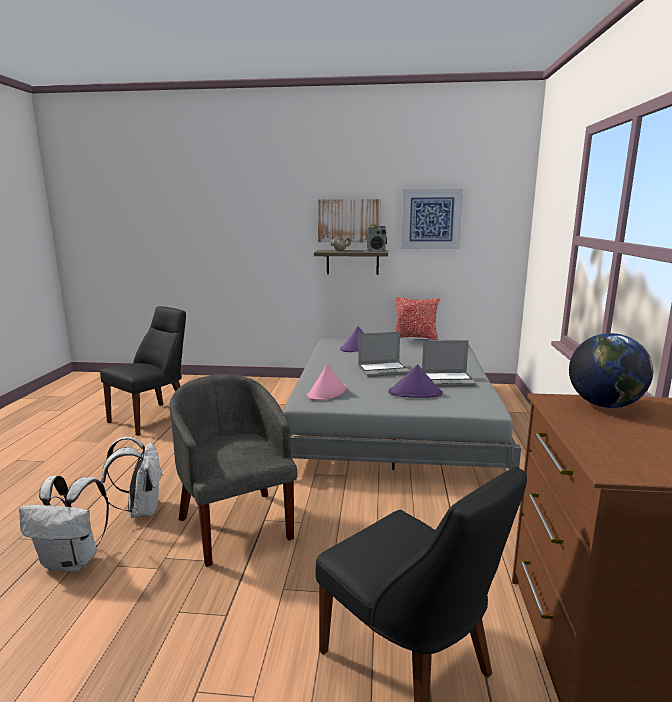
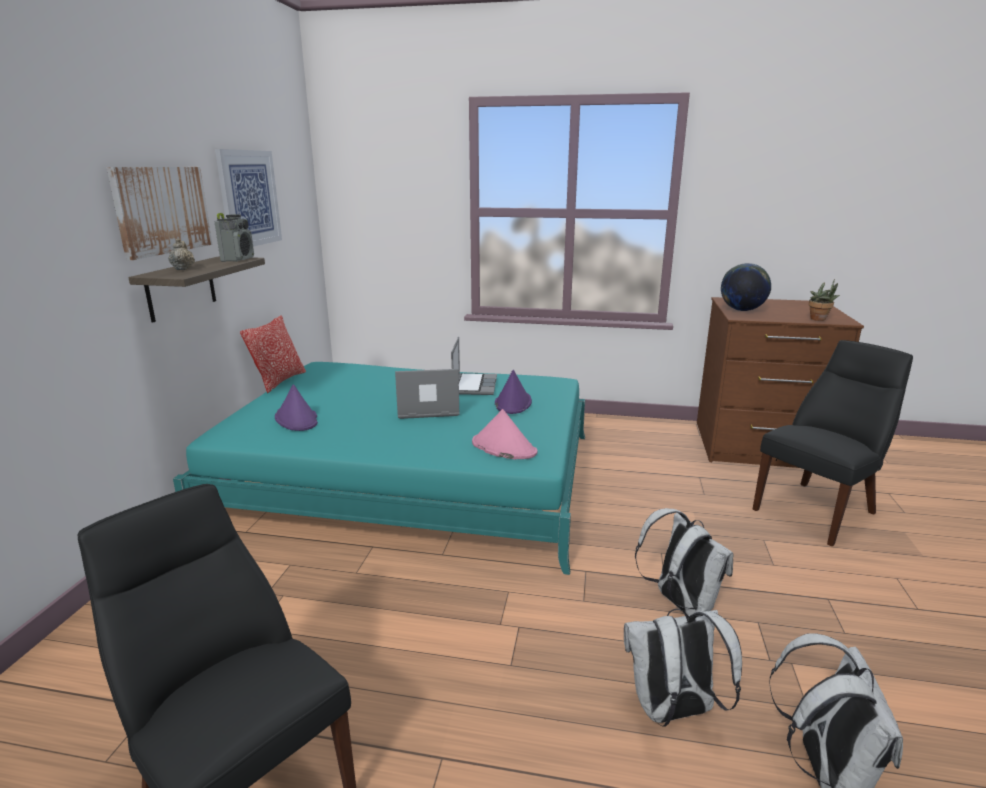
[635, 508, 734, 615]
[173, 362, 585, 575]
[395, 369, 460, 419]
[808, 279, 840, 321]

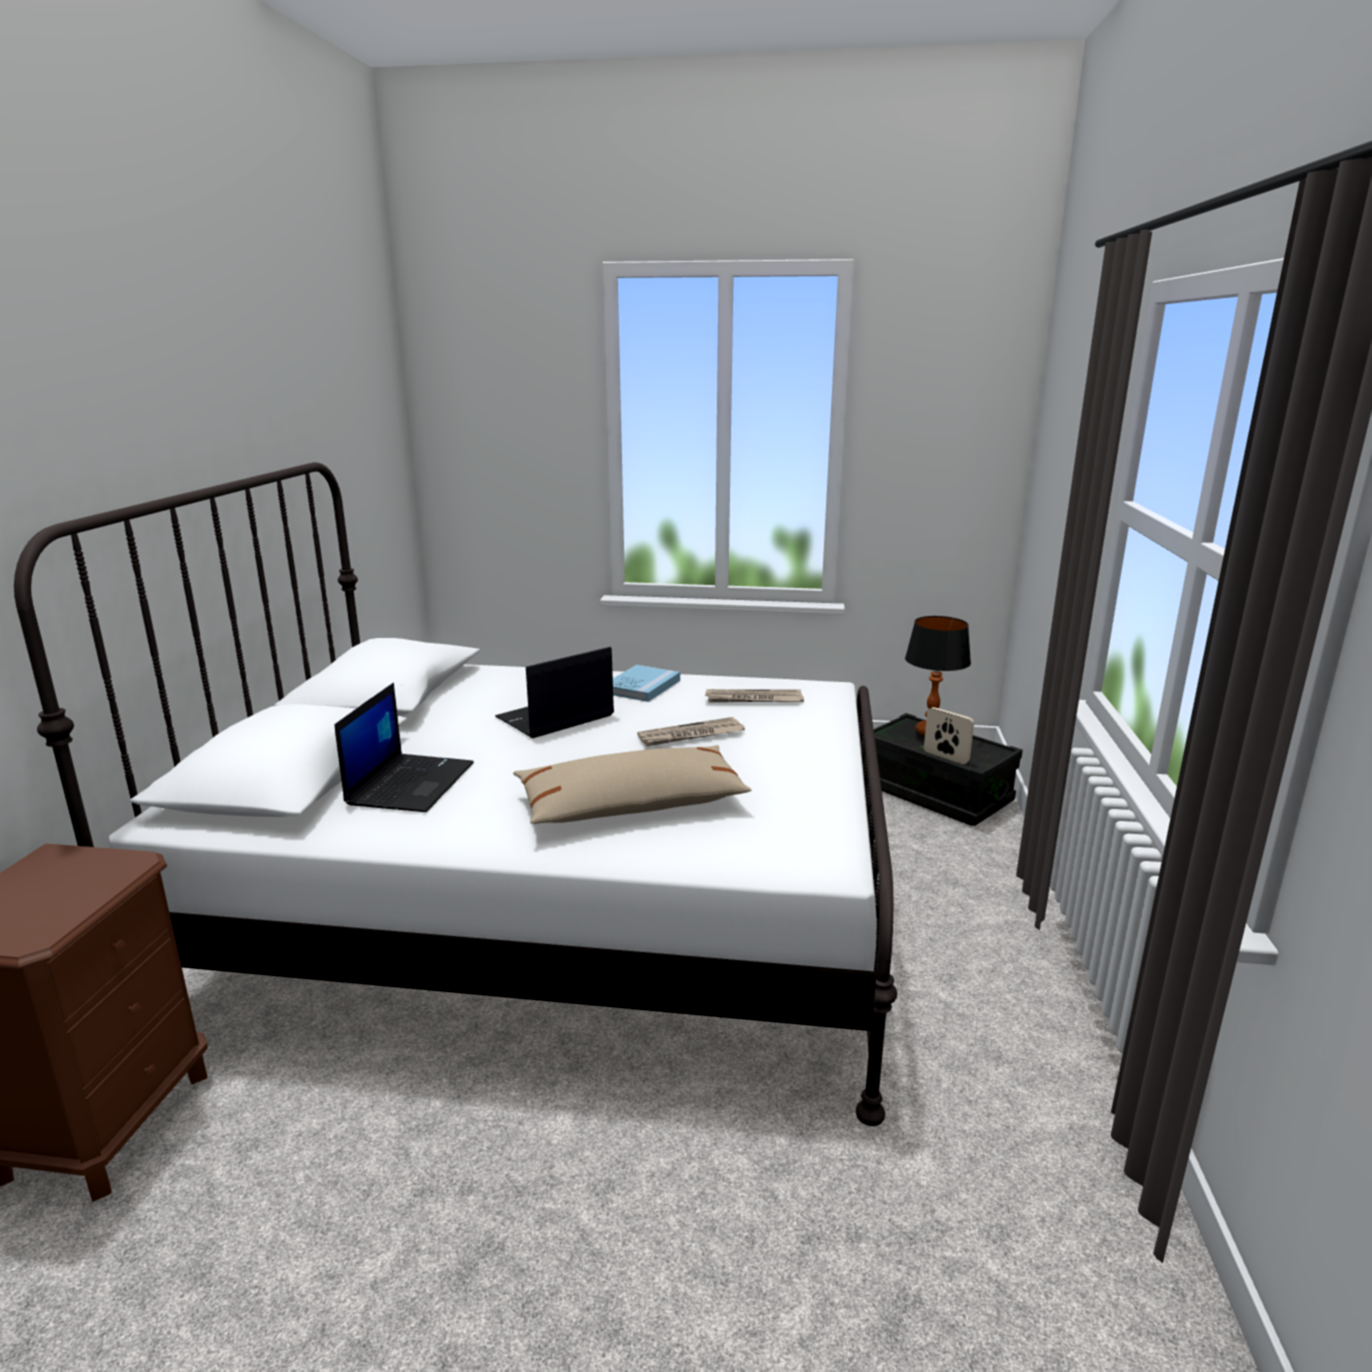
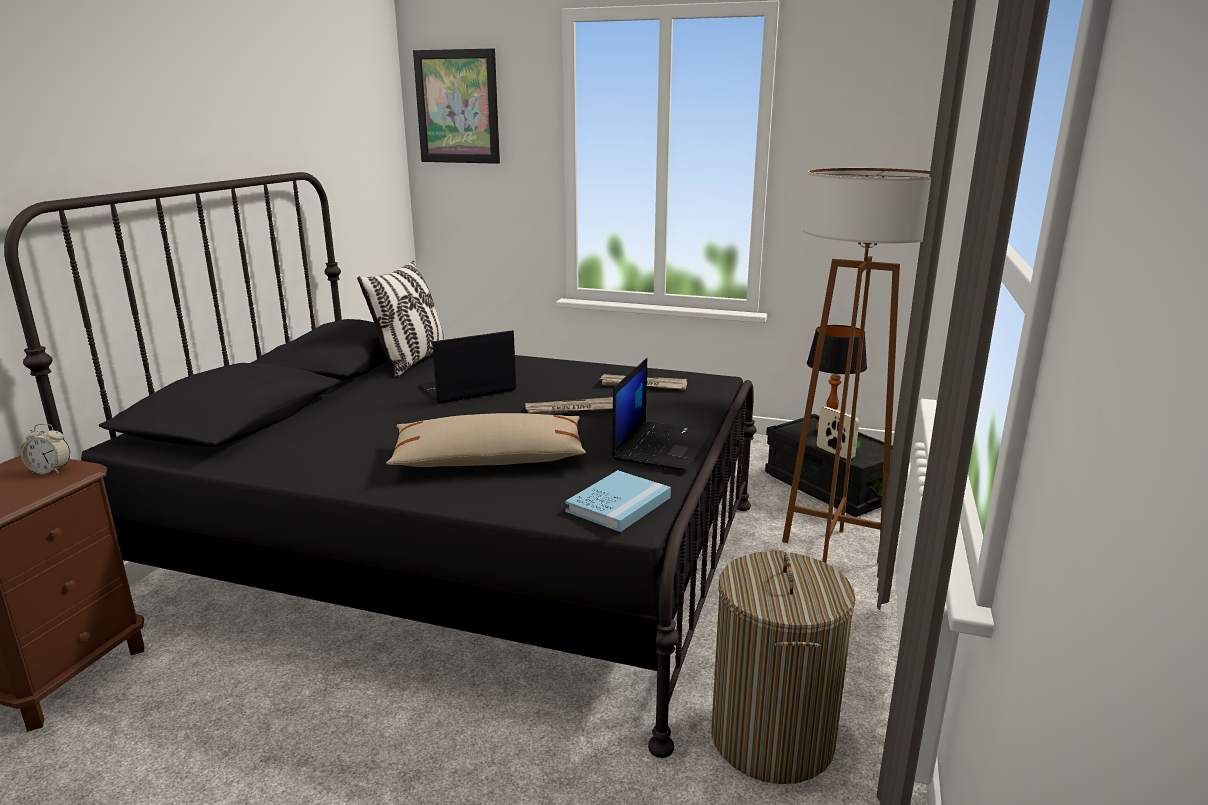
[4, 172, 757, 758]
[612, 358, 711, 470]
[565, 470, 671, 532]
[21, 423, 70, 474]
[357, 261, 445, 377]
[413, 48, 500, 164]
[711, 550, 856, 784]
[782, 168, 931, 563]

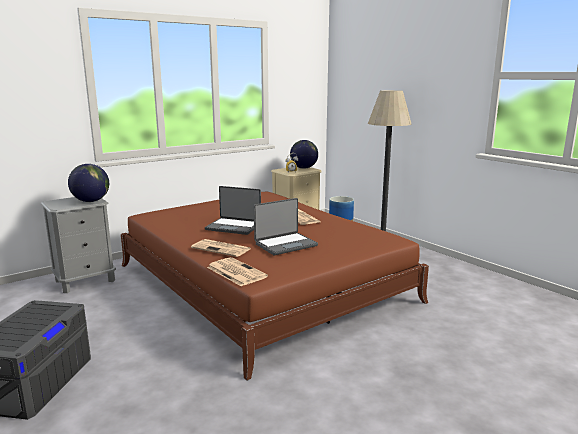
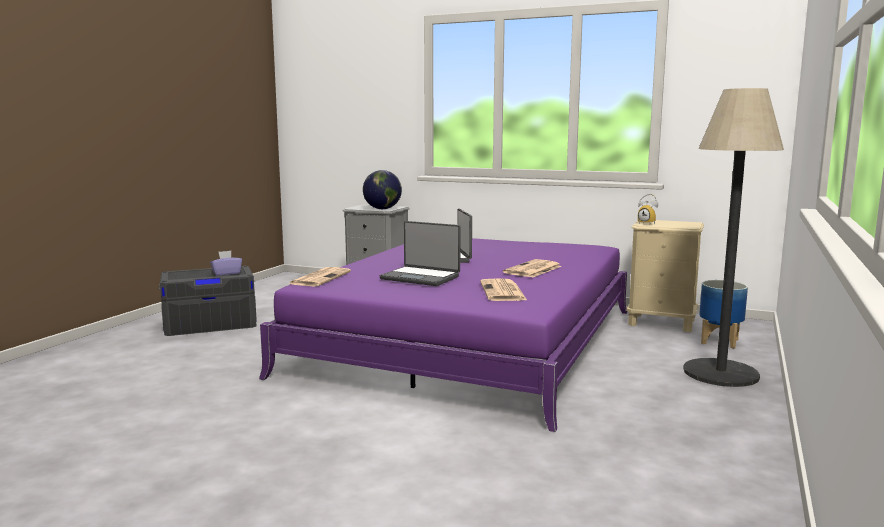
[259, 238, 627, 432]
[480, 278, 528, 301]
[290, 140, 318, 169] (first image)
[210, 251, 242, 276]

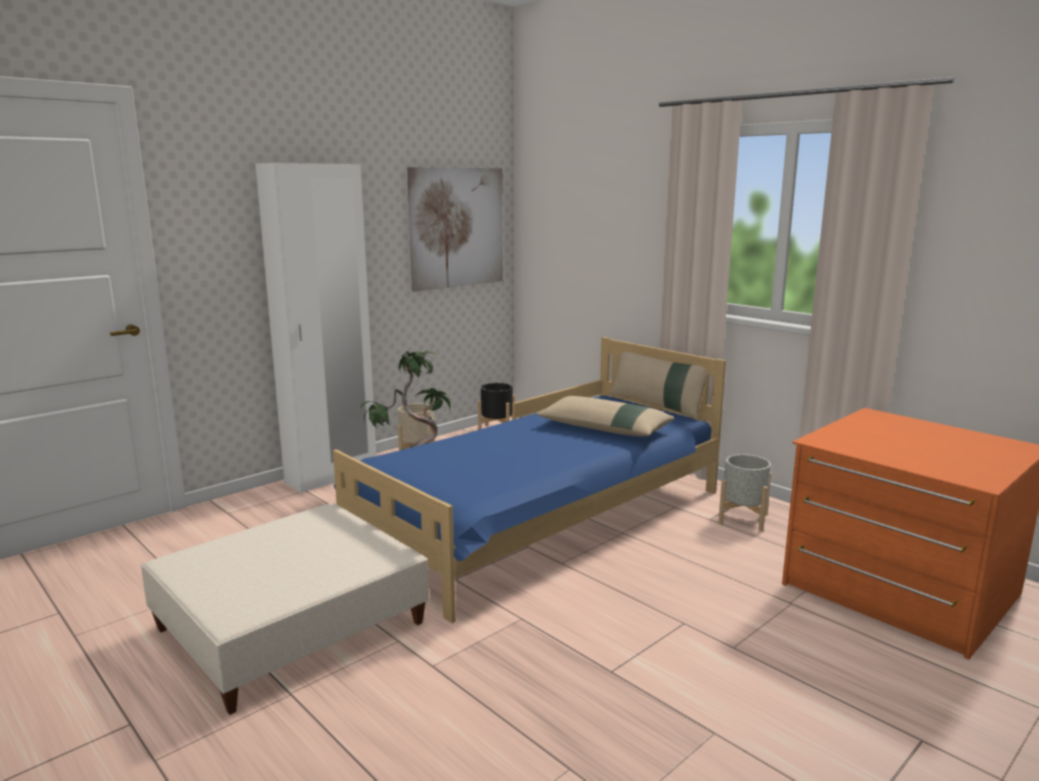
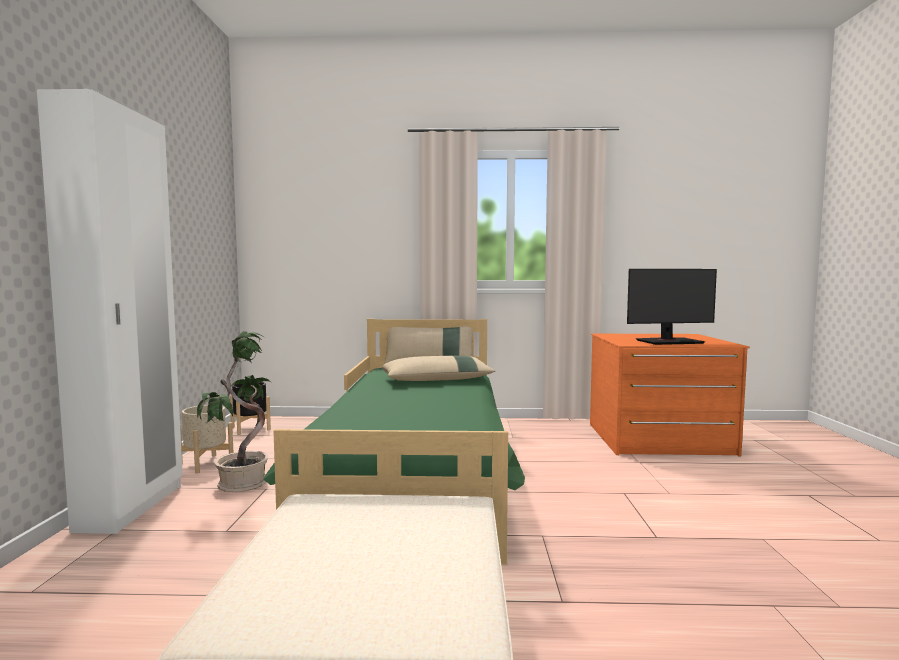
[263, 319, 525, 564]
[407, 167, 503, 292] (first image)
[718, 454, 772, 531] (first image)
[627, 269, 717, 345]

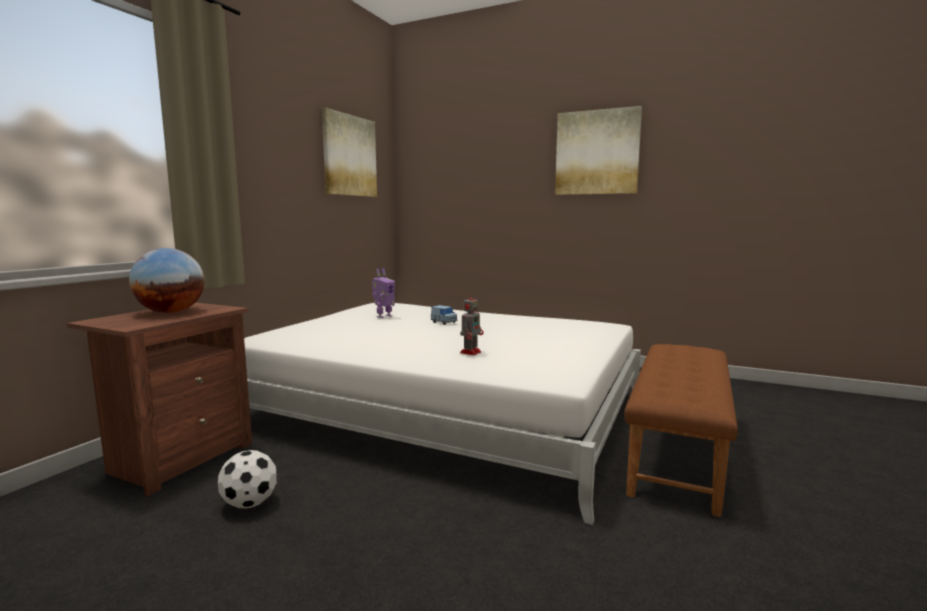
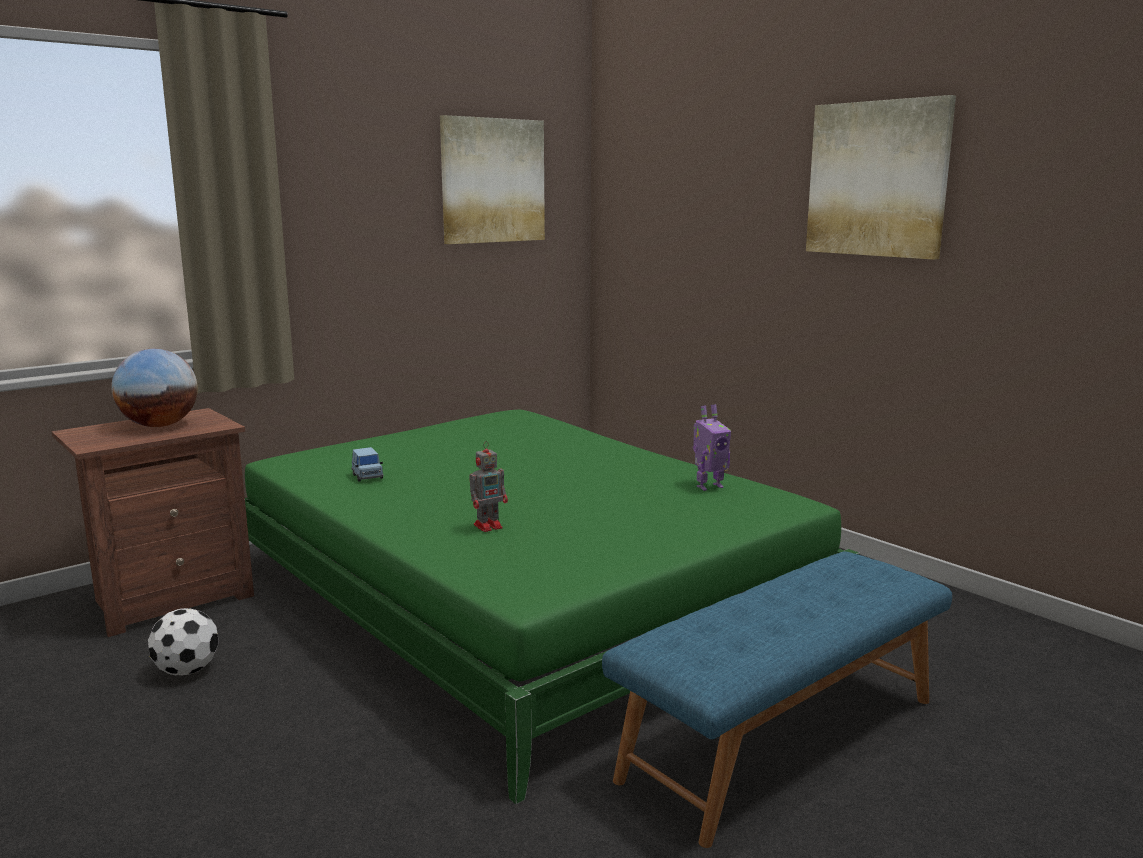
[245, 410, 860, 804]
[693, 404, 731, 491]
[351, 447, 384, 481]
[602, 552, 952, 848]

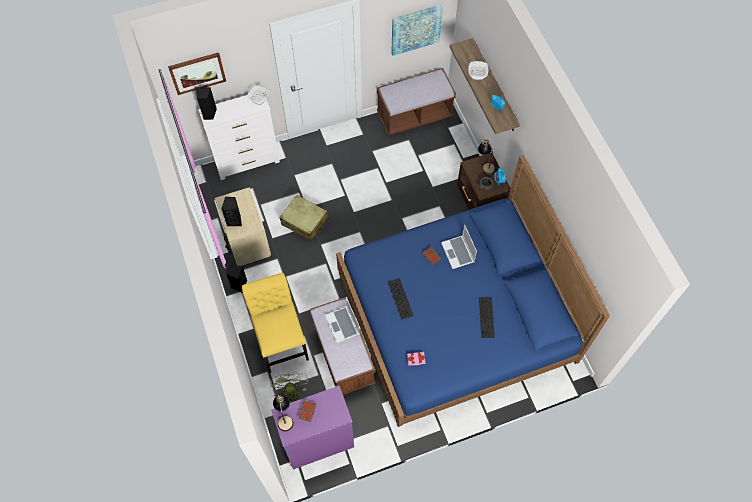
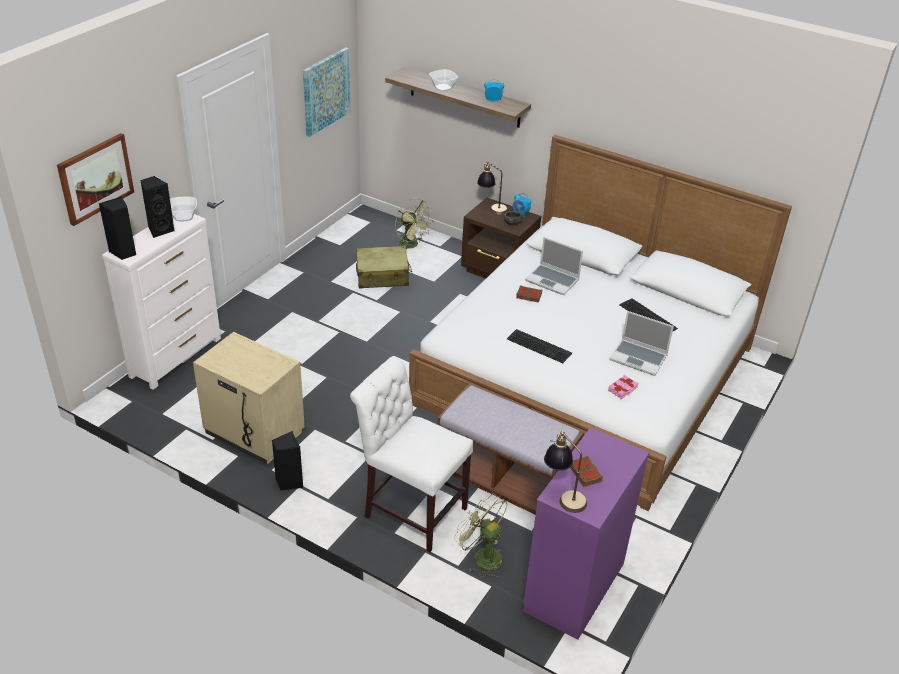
[140, 176, 175, 238]
[350, 356, 473, 552]
[356, 246, 412, 289]
[609, 311, 674, 376]
[409, 135, 792, 511]
[377, 68, 456, 135] (first image)
[395, 198, 434, 249]

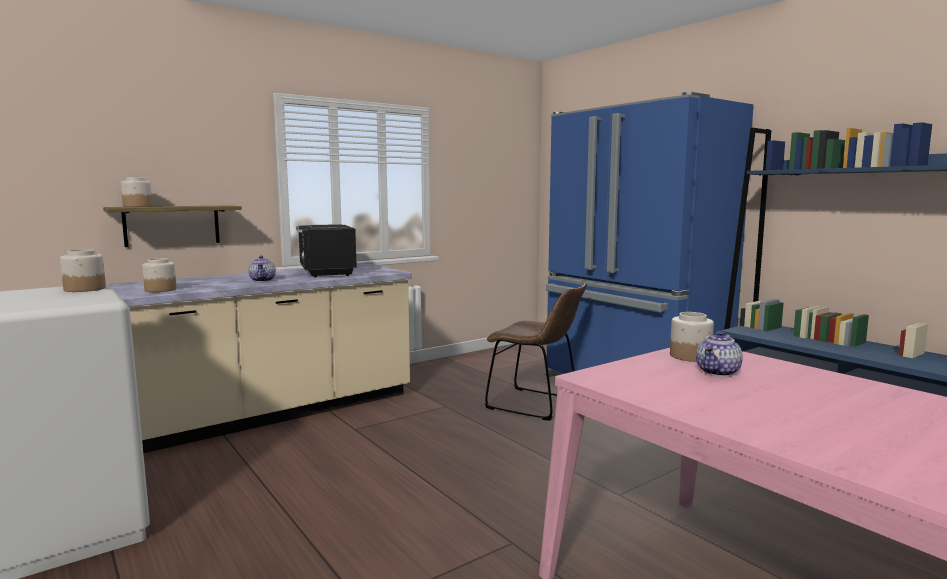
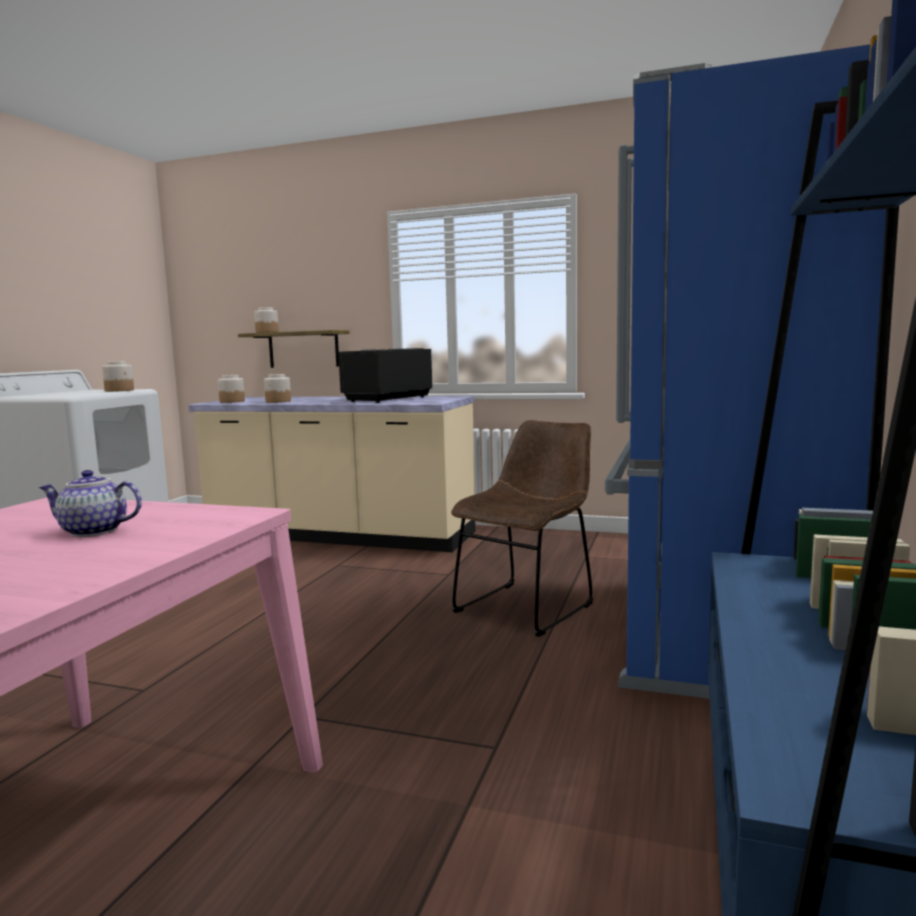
[248, 256, 276, 282] (first image)
[451, 420, 593, 637]
[264, 374, 291, 403]

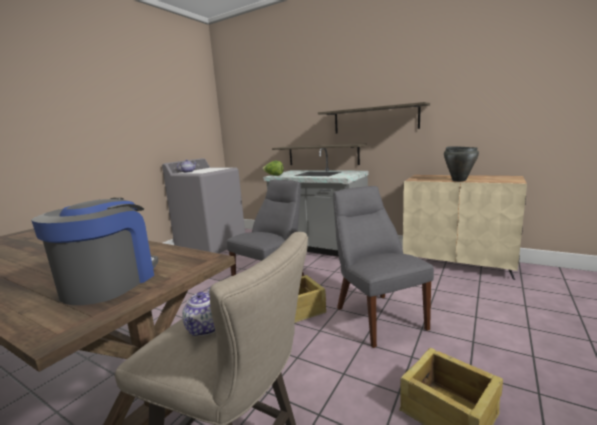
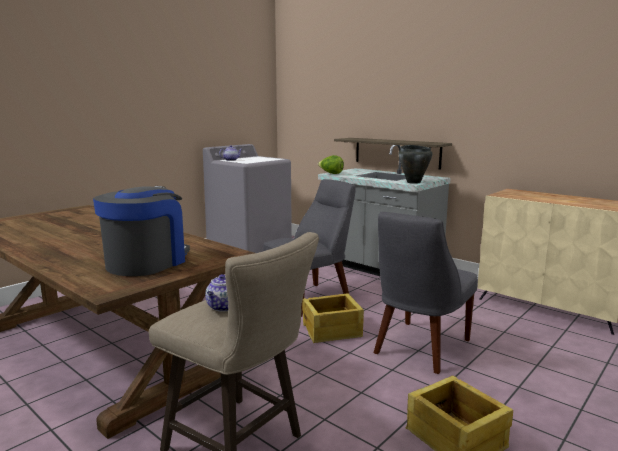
[318, 102, 430, 133] (first image)
[374, 212, 478, 374]
[398, 145, 432, 184]

